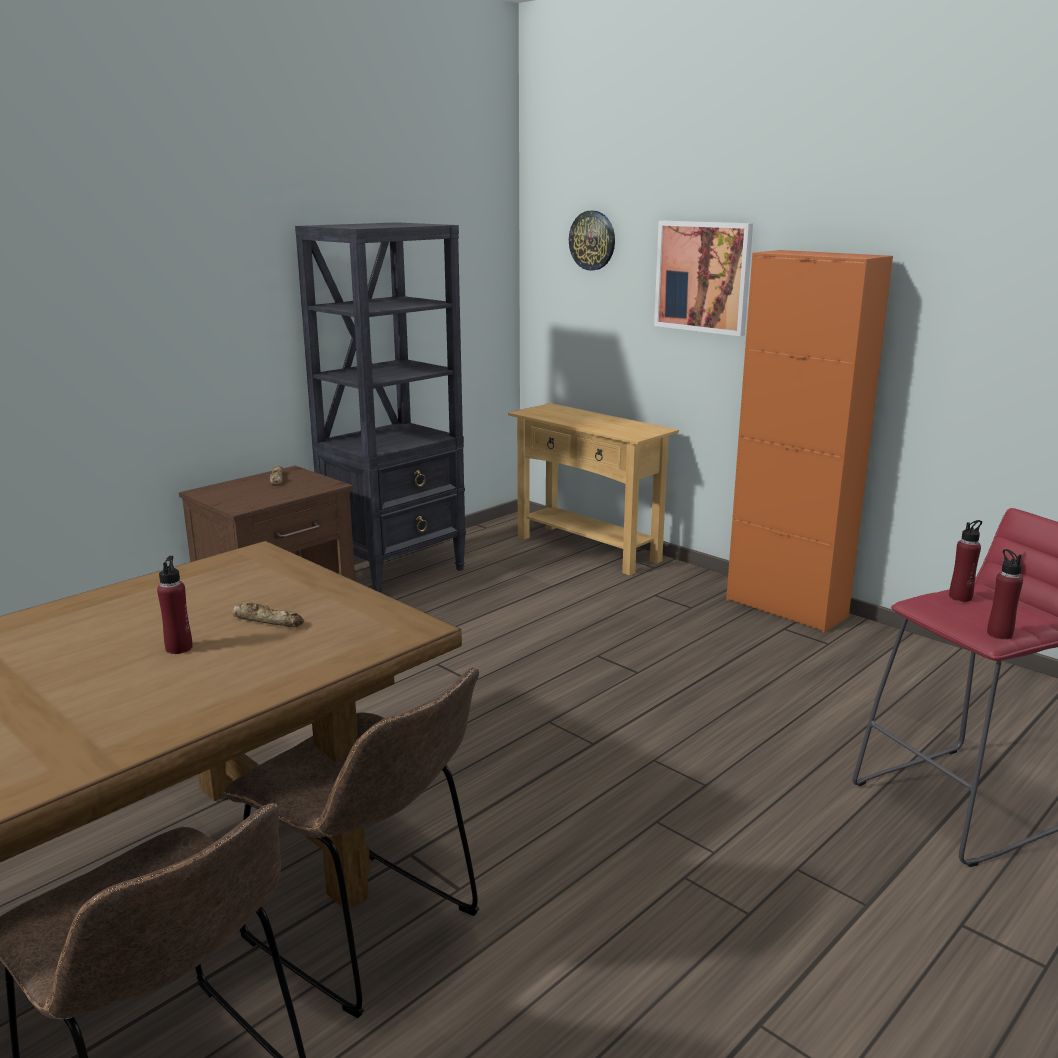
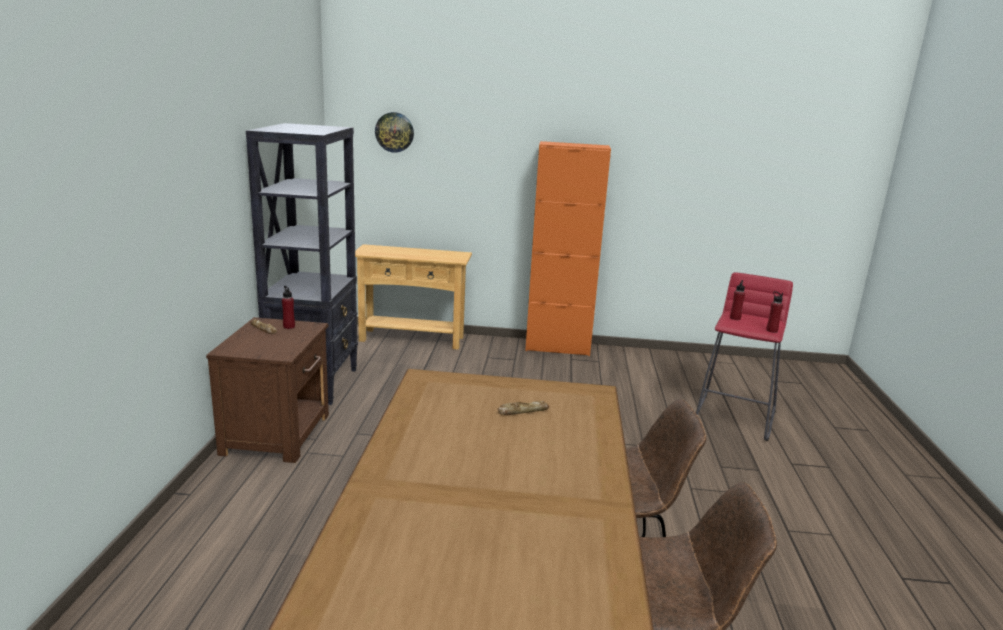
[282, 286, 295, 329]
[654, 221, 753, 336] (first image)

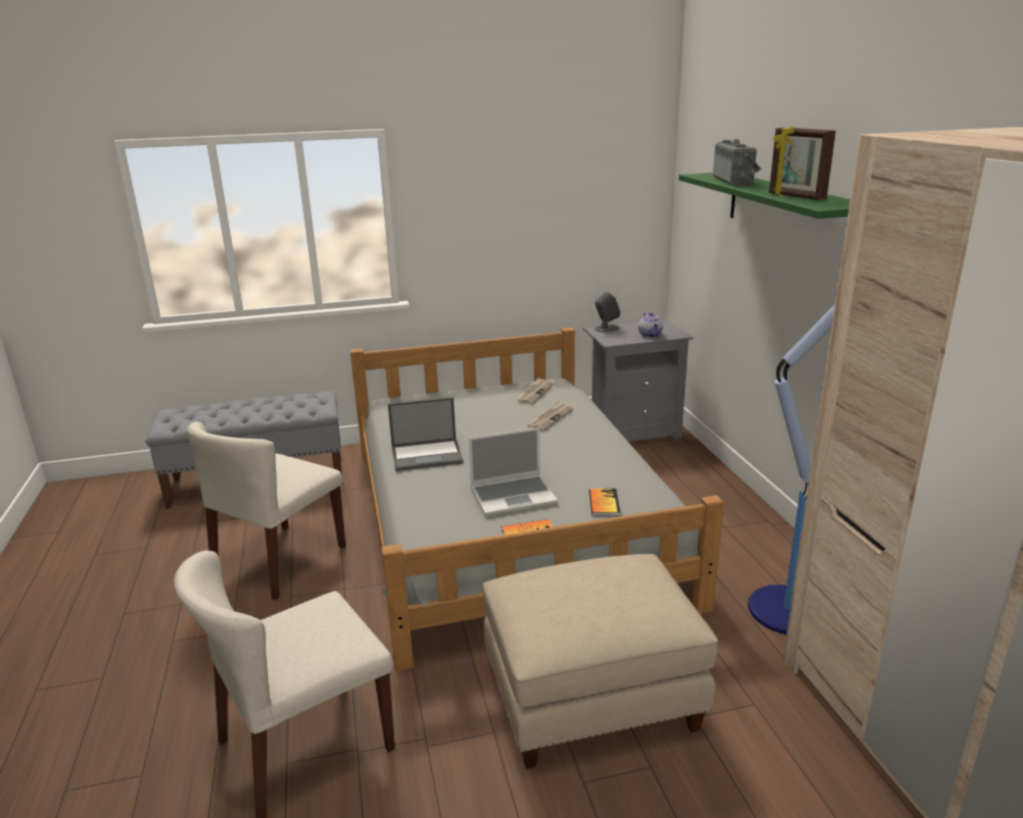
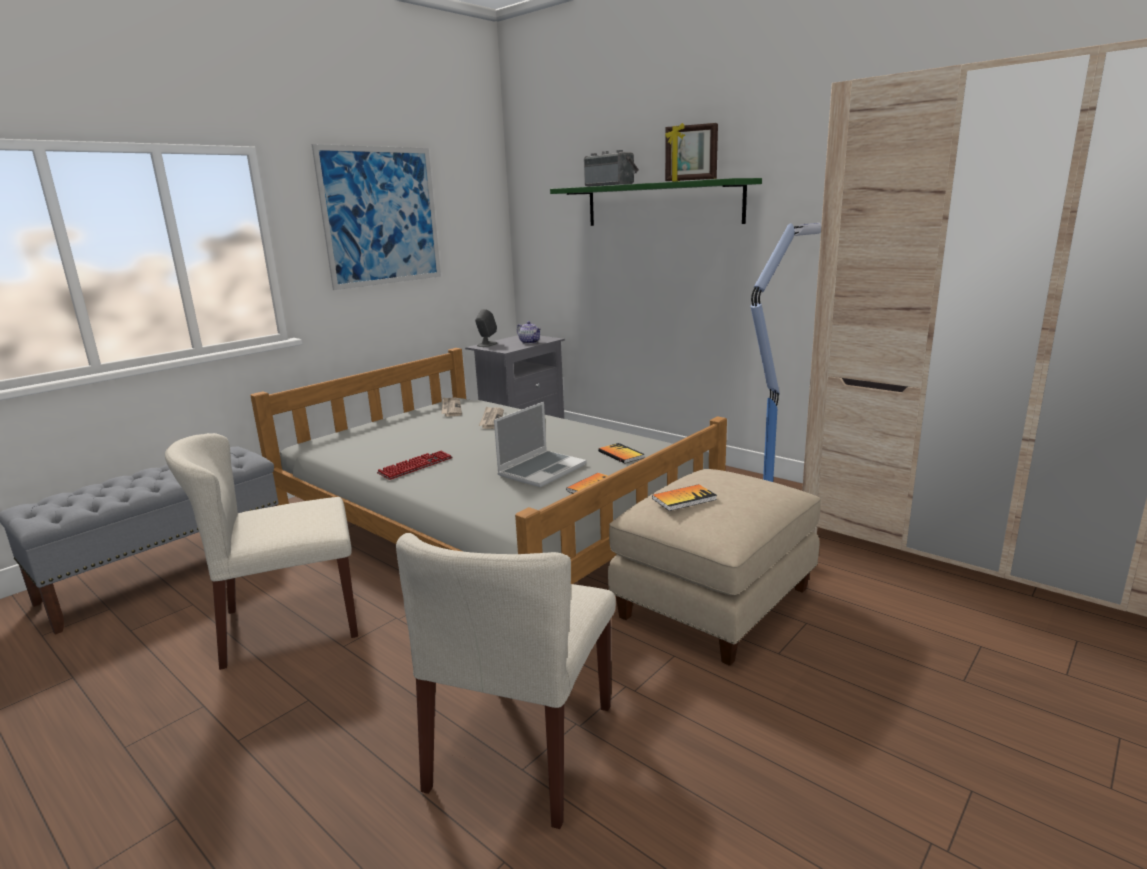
[165, 433, 358, 670]
[377, 450, 452, 480]
[312, 144, 441, 290]
[652, 484, 717, 511]

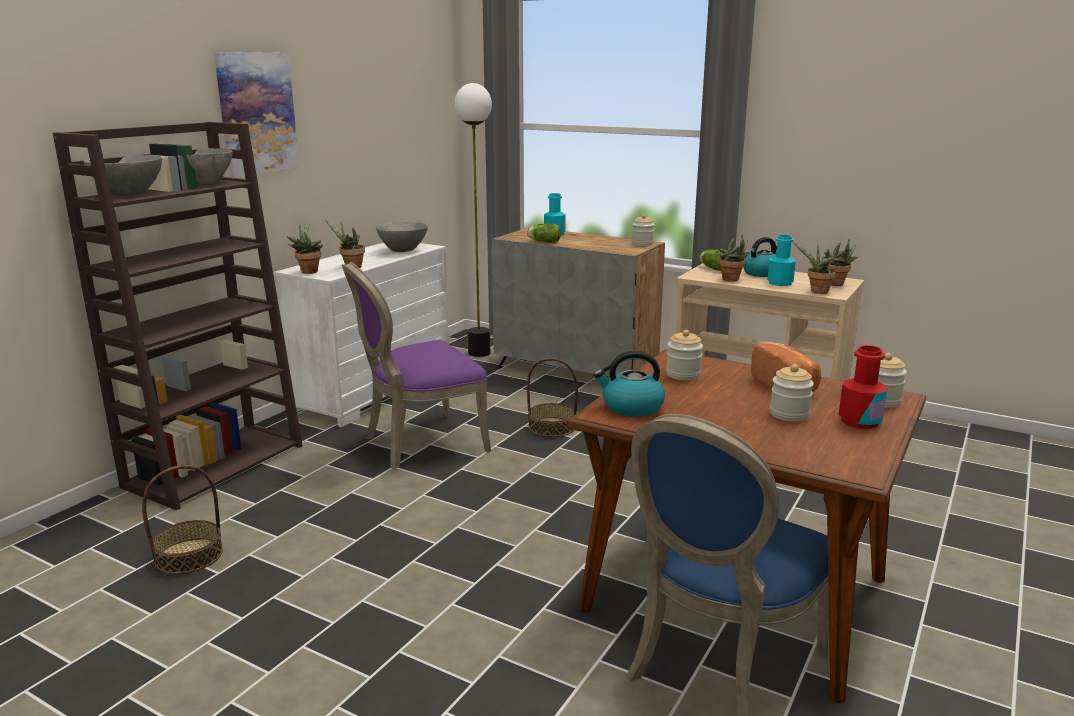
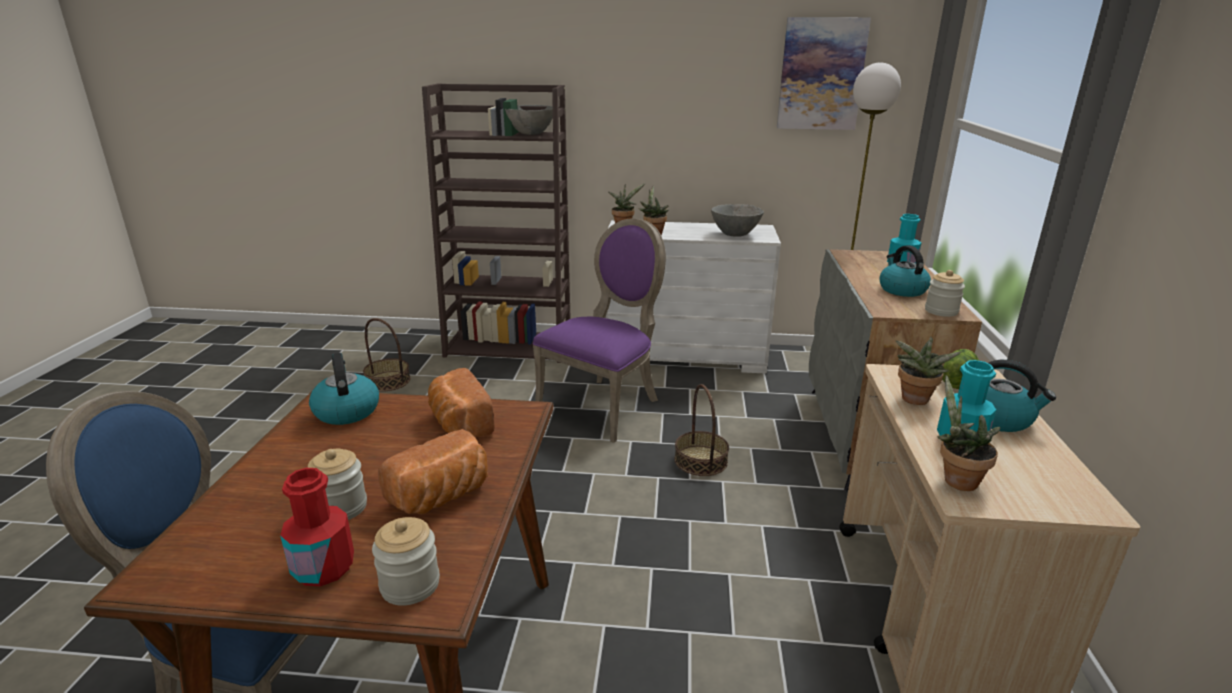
[84, 155, 162, 196] (first image)
[777, 17, 871, 130]
[532, 218, 666, 443]
[527, 223, 561, 243] (first image)
[428, 368, 495, 437]
[824, 239, 858, 286] (first image)
[880, 245, 931, 297]

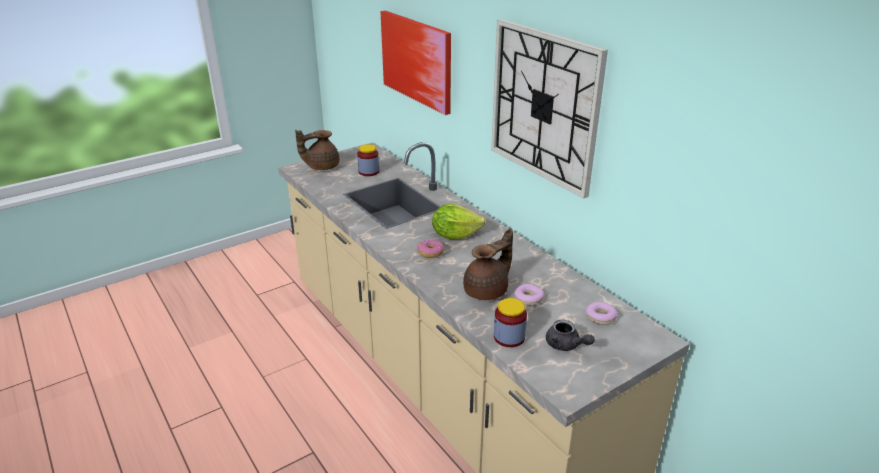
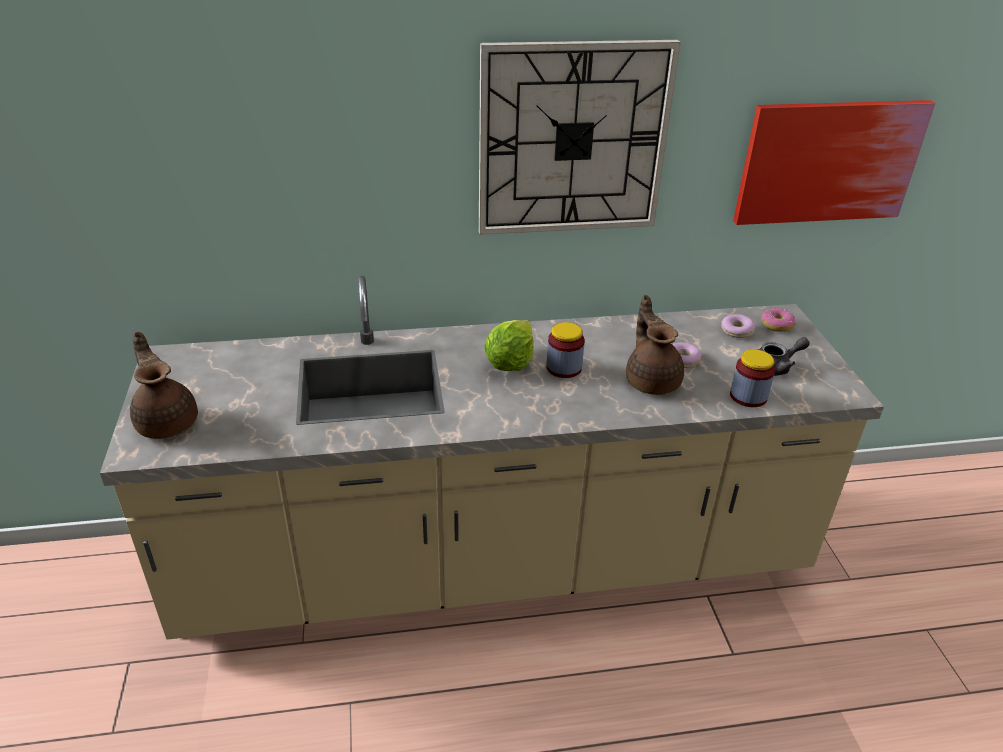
[130, 332, 198, 439]
[547, 322, 585, 378]
[733, 100, 935, 225]
[761, 308, 796, 332]

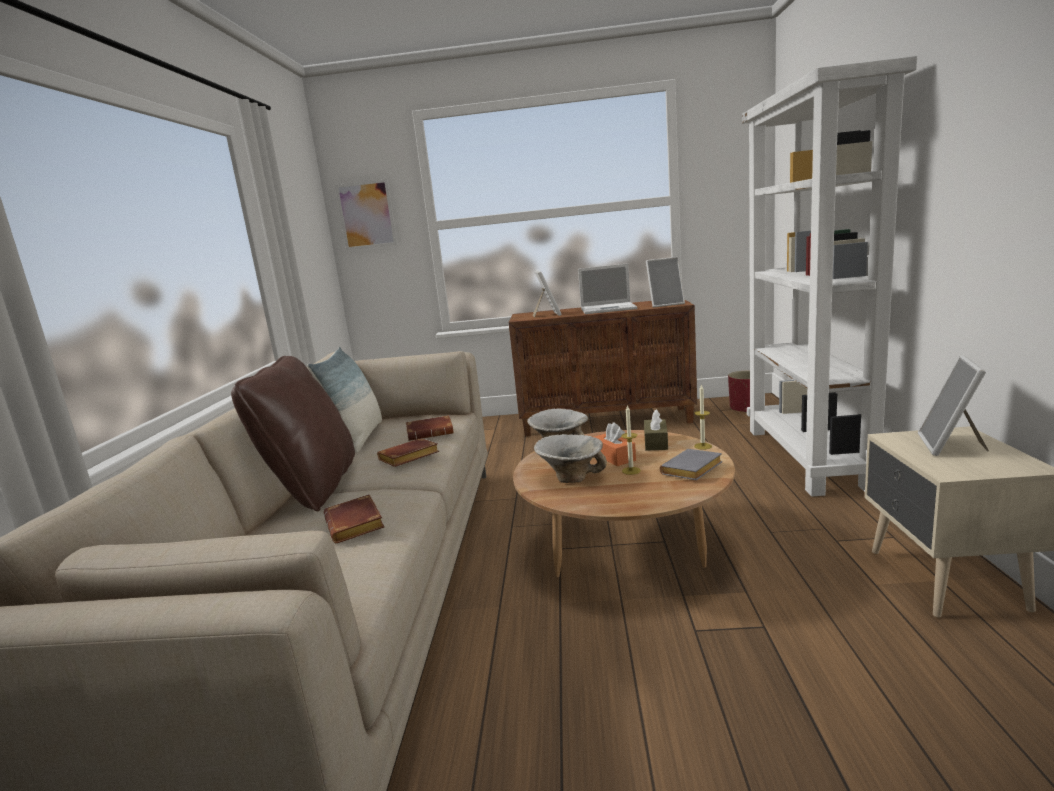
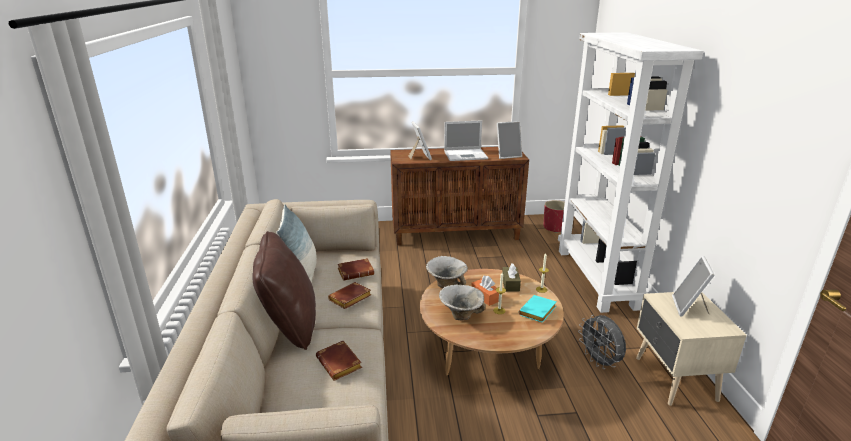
[335, 179, 397, 250] (first image)
[518, 295, 556, 323]
[578, 315, 626, 369]

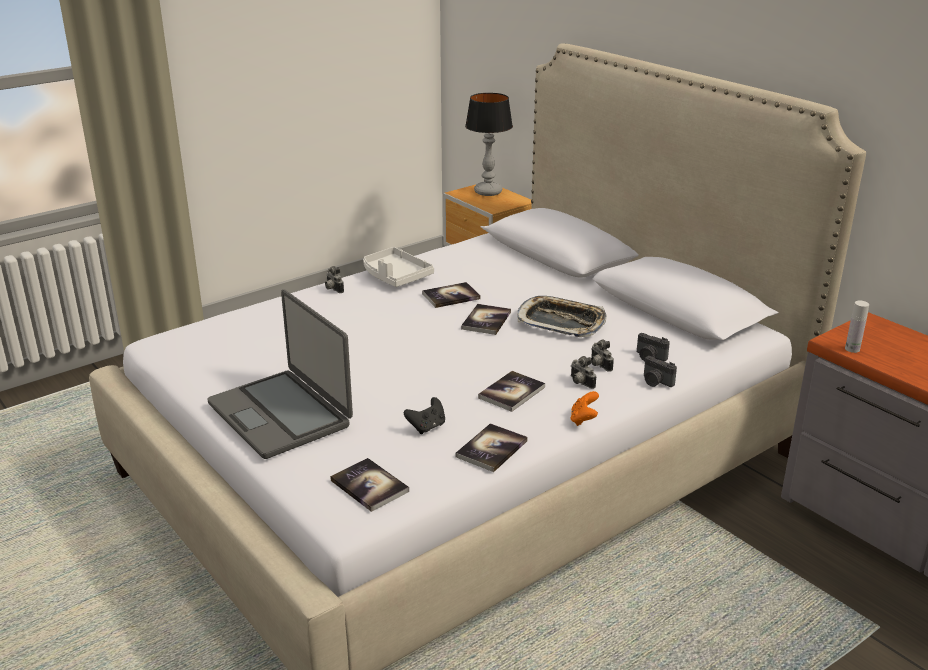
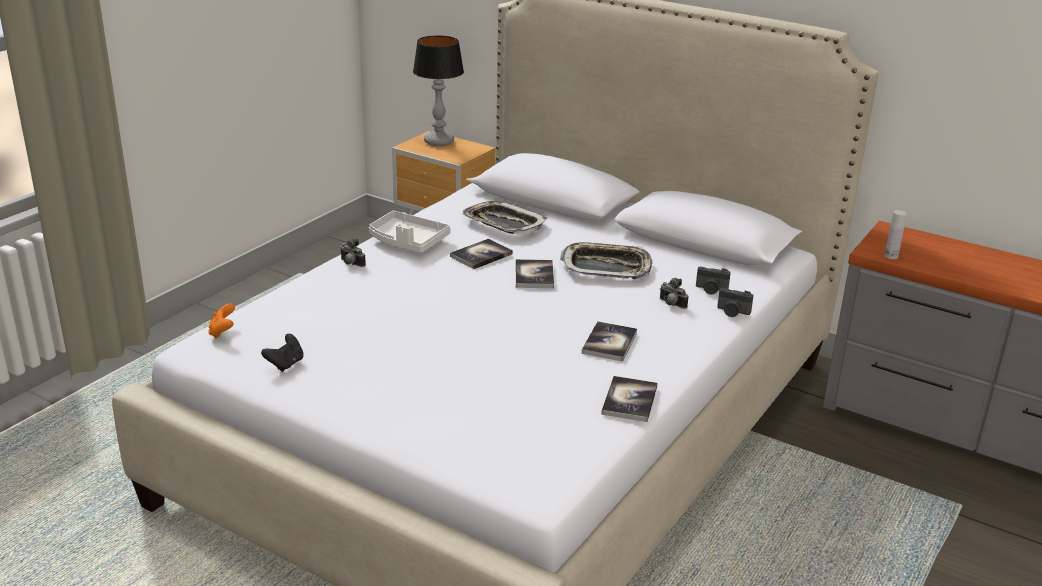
[208, 289, 353, 459] (first image)
[330, 458, 409, 512] (first image)
[261, 334, 304, 372]
[571, 356, 596, 389] (first image)
[208, 303, 235, 338]
[462, 201, 547, 234]

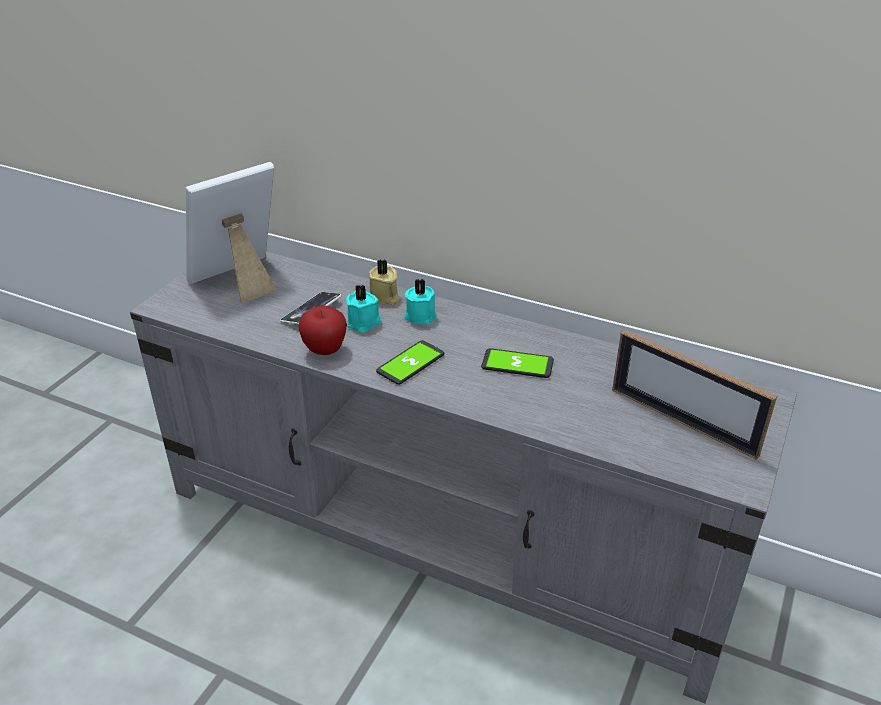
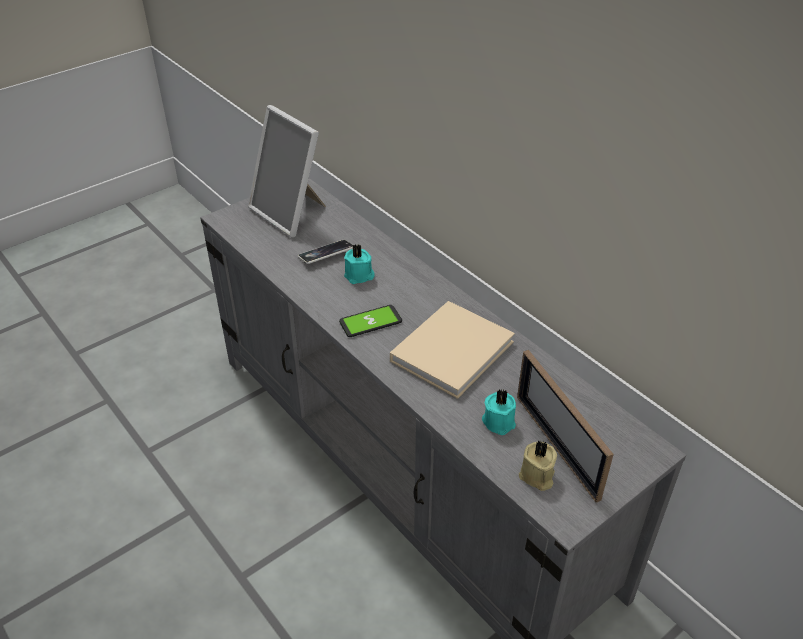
[248, 105, 326, 237]
[298, 305, 347, 355] (first image)
[519, 441, 557, 491]
[482, 388, 516, 435]
[390, 301, 515, 399]

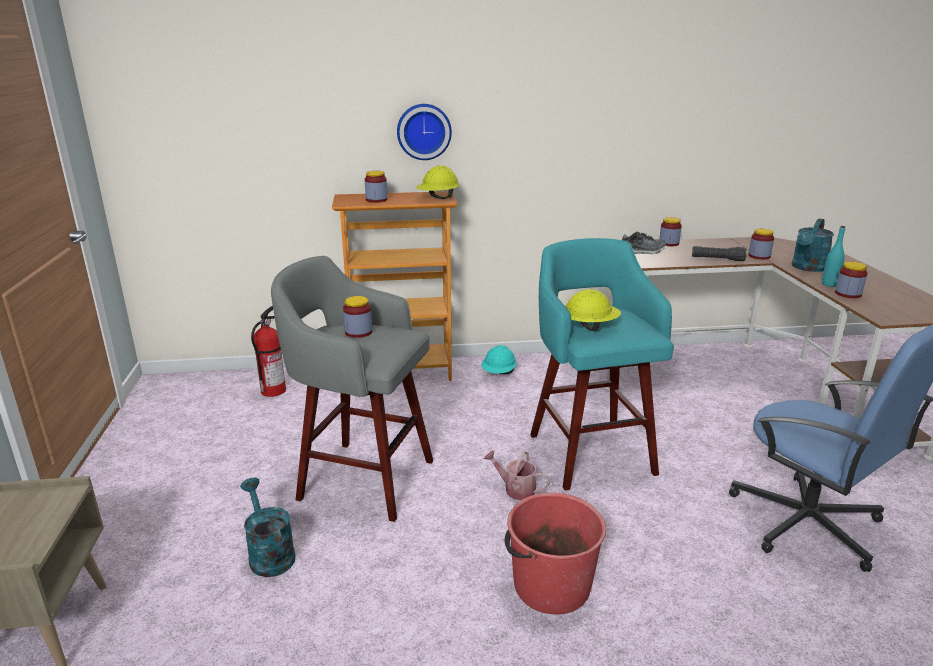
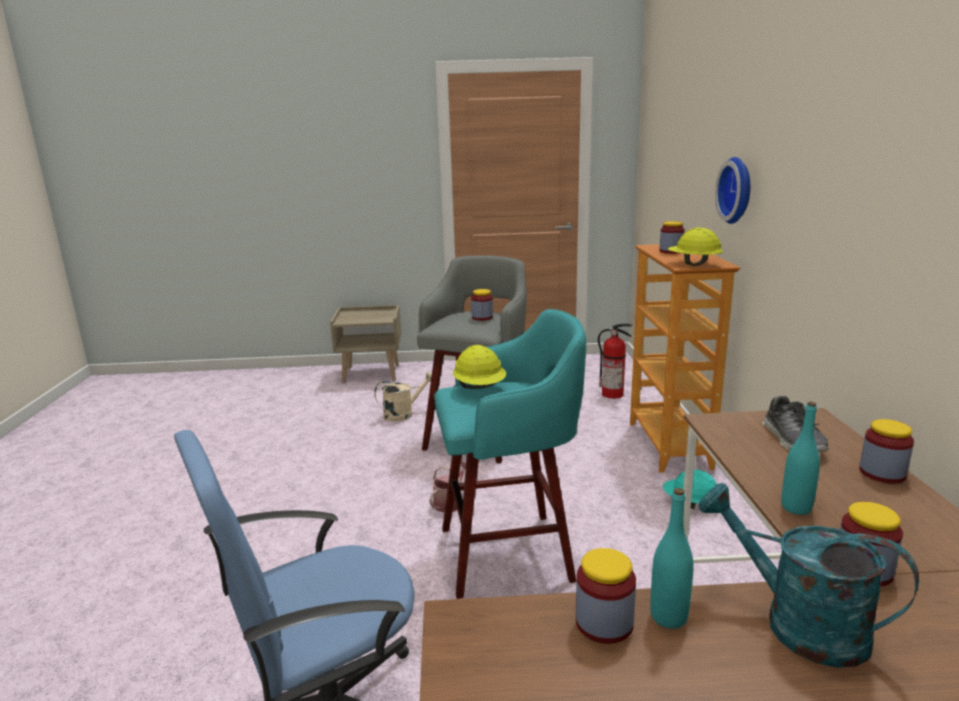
[374, 372, 432, 422]
[505, 493, 606, 614] (first image)
[781, 402, 820, 515]

